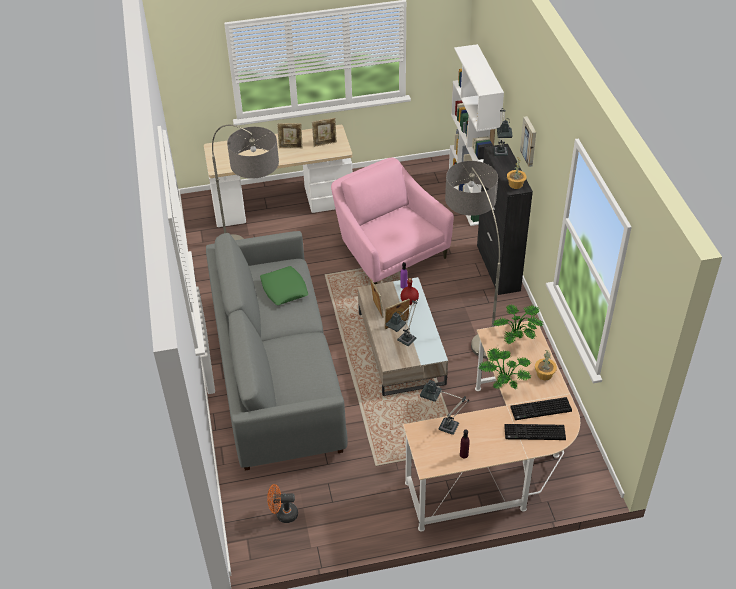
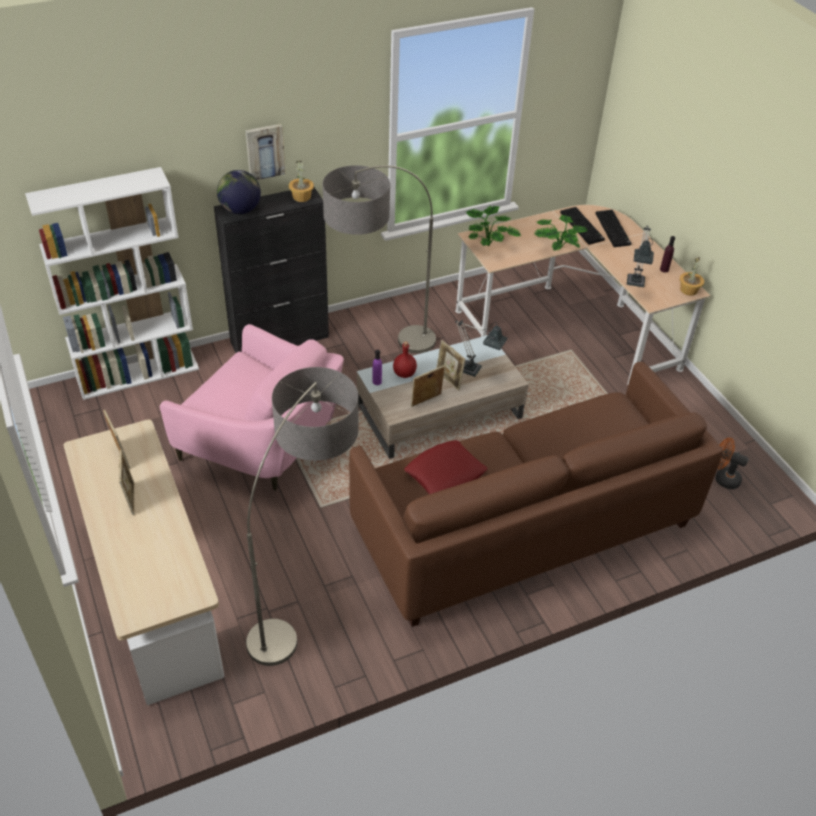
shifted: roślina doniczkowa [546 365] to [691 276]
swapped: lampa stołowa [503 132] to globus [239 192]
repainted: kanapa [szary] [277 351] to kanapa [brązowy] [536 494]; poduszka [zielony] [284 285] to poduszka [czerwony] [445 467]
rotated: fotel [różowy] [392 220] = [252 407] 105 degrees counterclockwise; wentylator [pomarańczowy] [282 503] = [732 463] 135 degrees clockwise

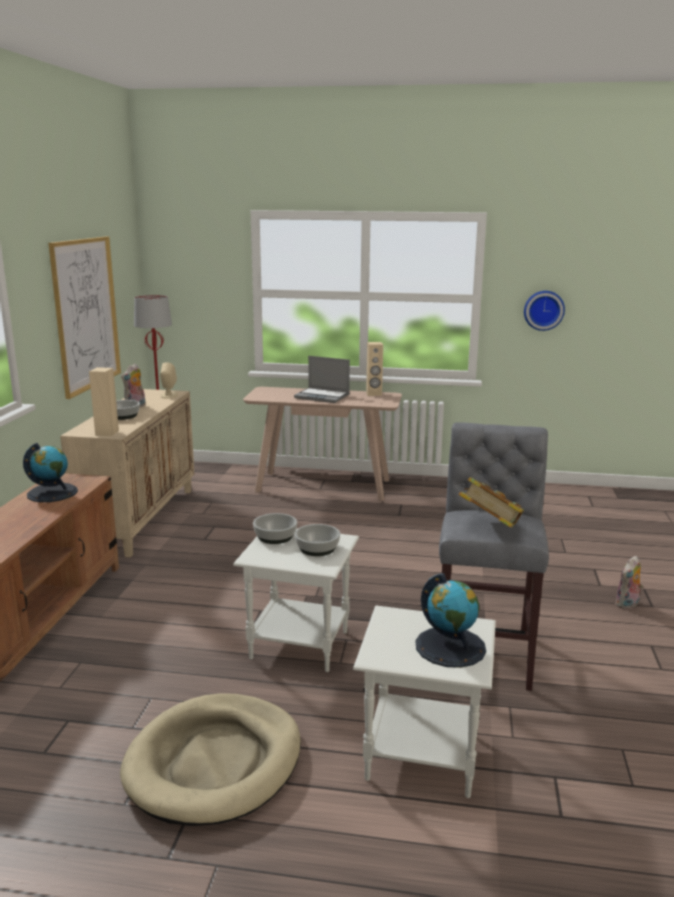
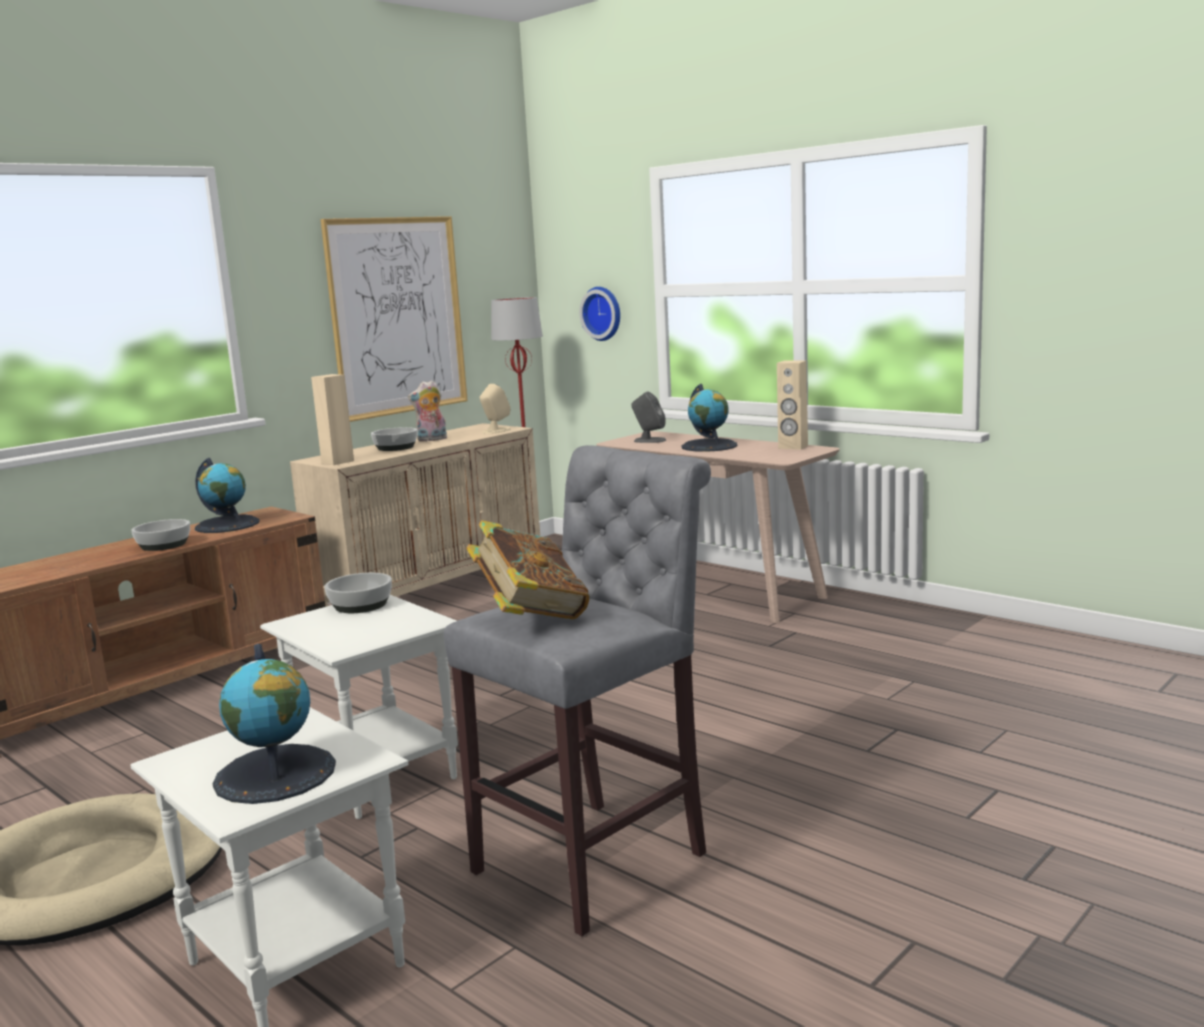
gone: pluszak [629 582]
new: głośnik [szary] [648 417]
shifted: zegar ścienny [544 311] to [599 314]; miska [317 540] to [160 535]
swapped: laptop [322 379] to globus [709 418]

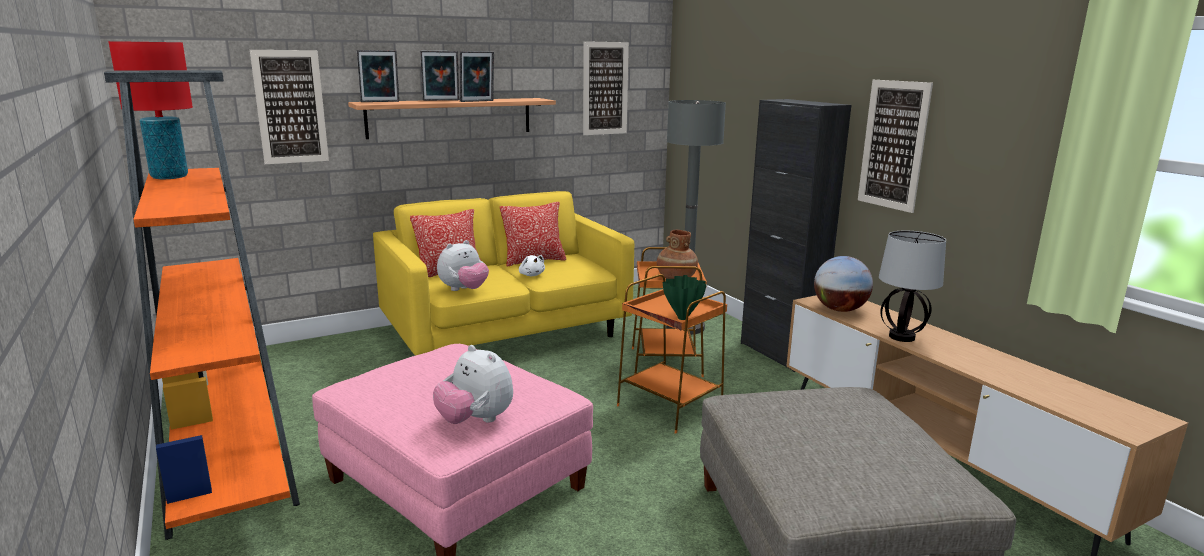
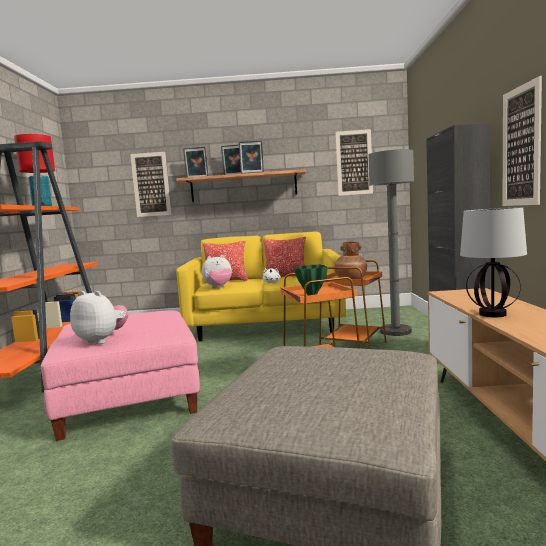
gone: globus [843 284]
rotated: pluszak [473 384] = [99 317] 135 degrees clockwise

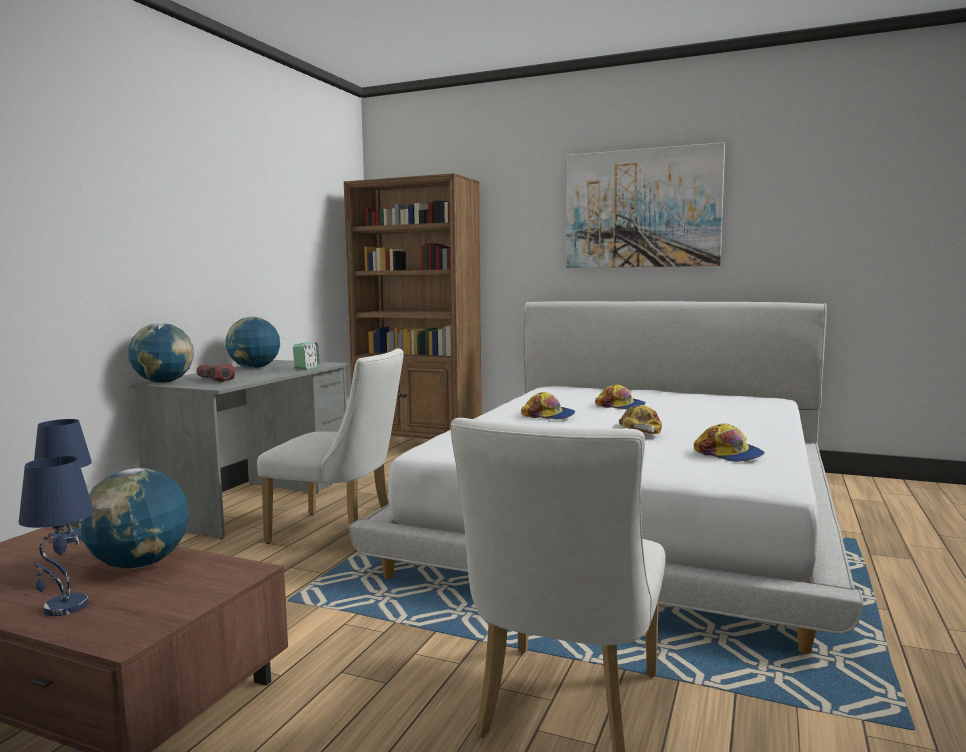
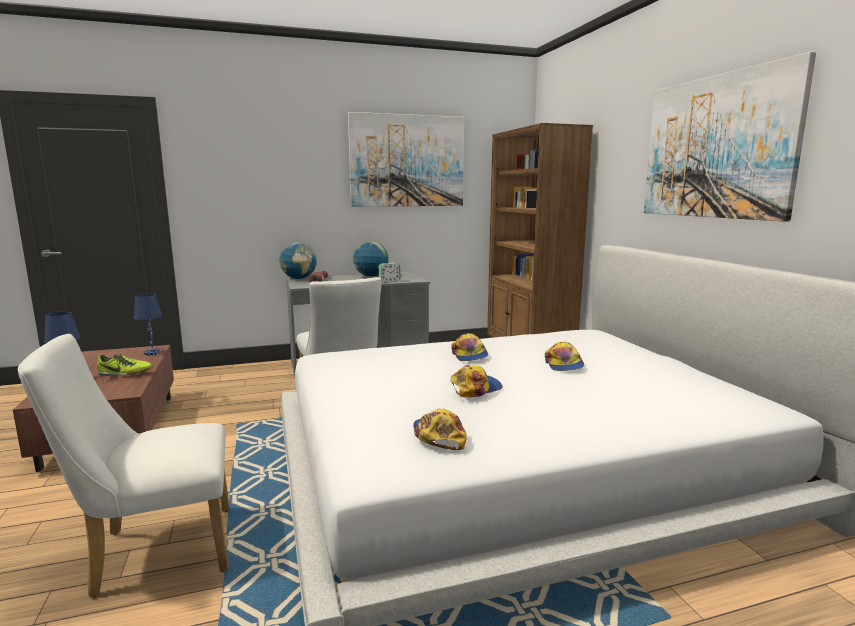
new: obraz [406 159]
swapped: globus [133 518] to but [125 365]
rotated: czapka z daszkiem [729 443] = [440 429] 150 degrees clockwise

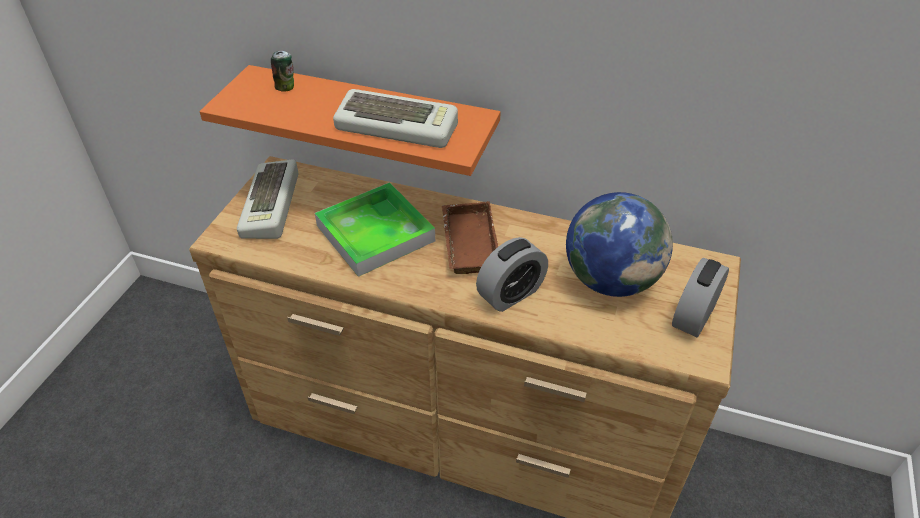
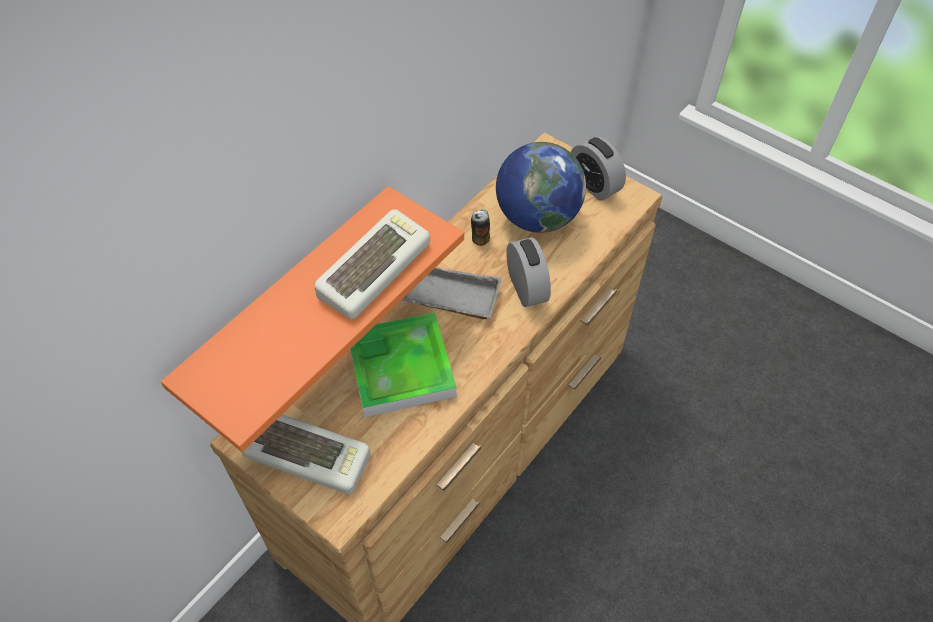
shifted: puszka [282 71] to [480 227]
repainted: taca [brązowy] [470 237] to taca [szary] [451 293]

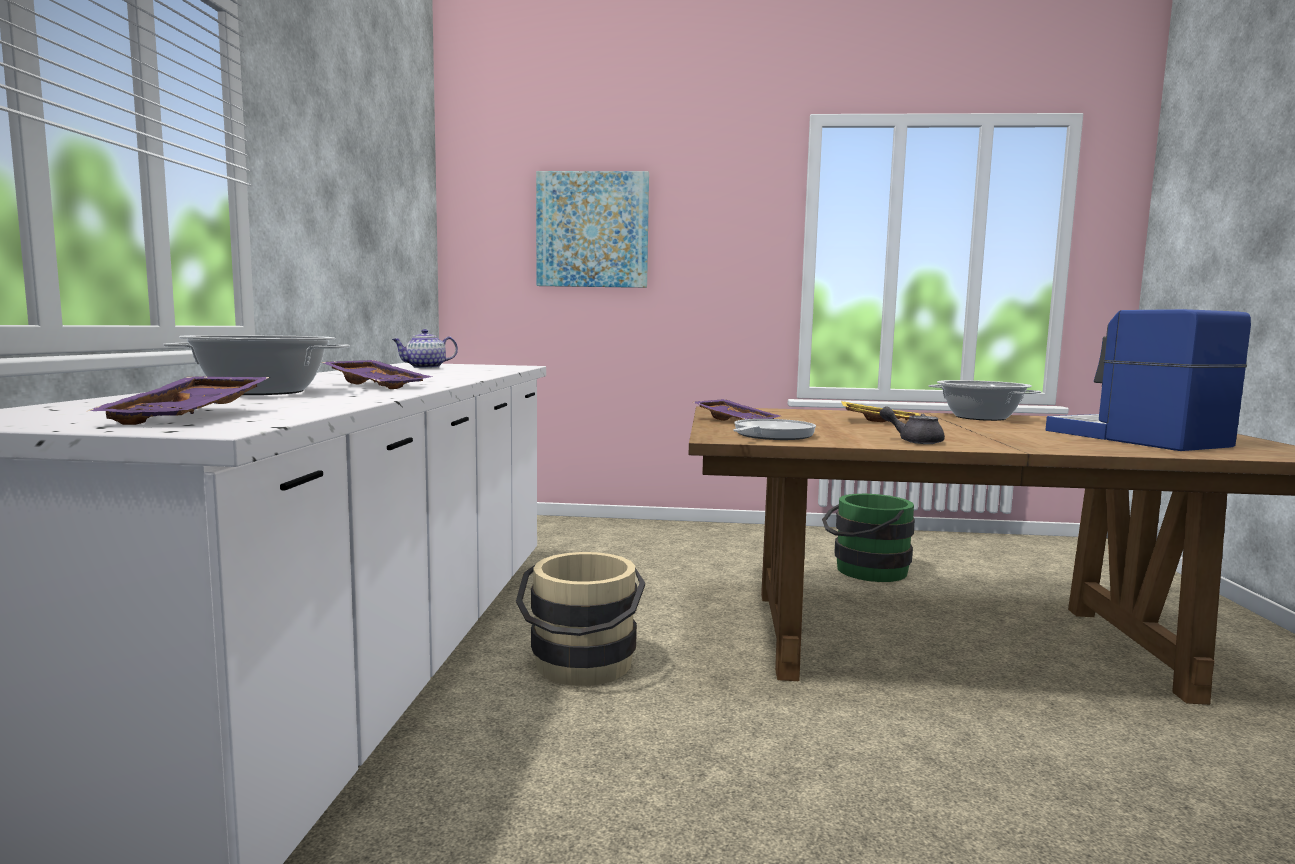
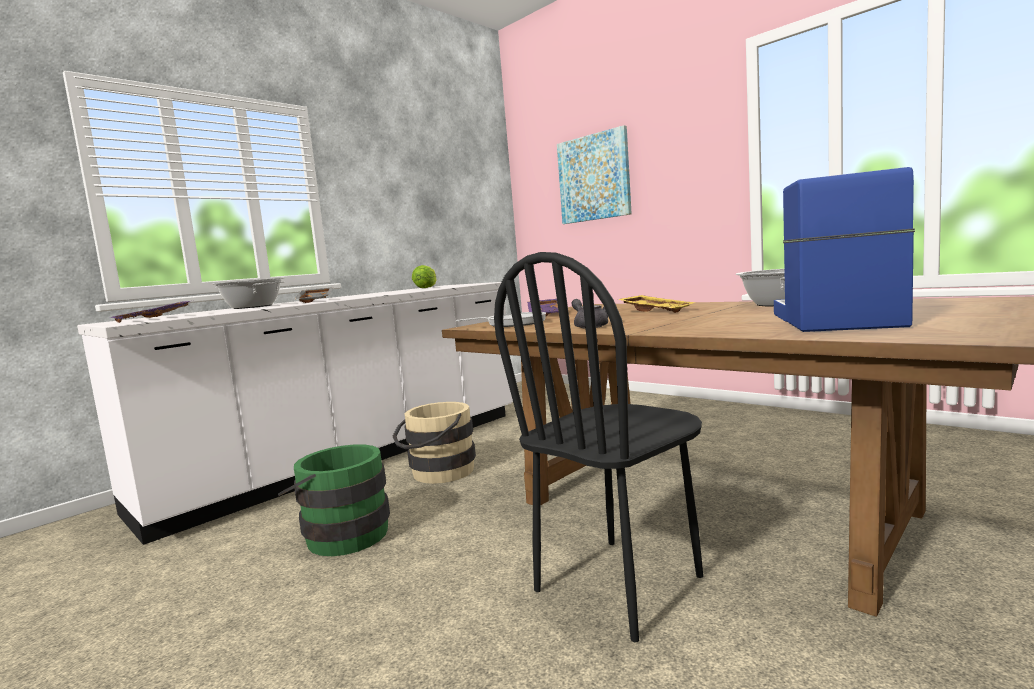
new: krzesło [czarny] [598 447]
shifted: wiadro [zielony] [868 538] to [334 500]
swapped: imbryk [425 348] to sałata [424 276]
repainted: taca [fioletowy] [377 374] to taca [szary] [314 295]

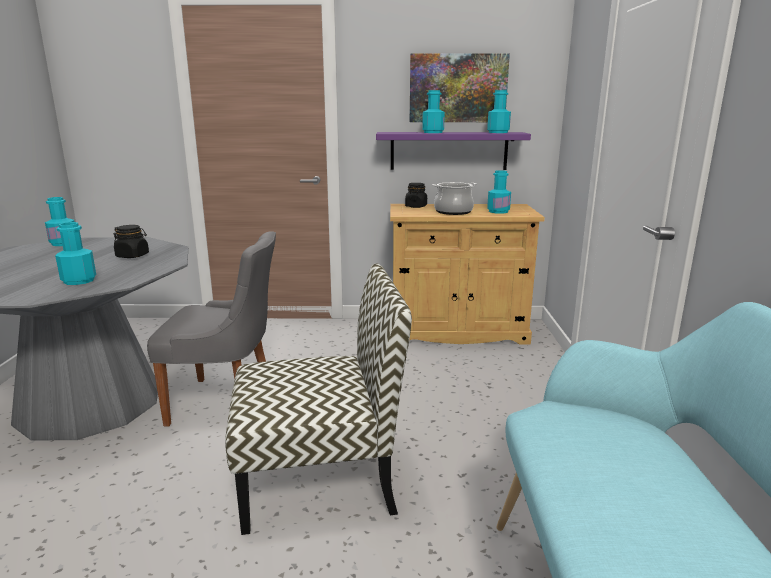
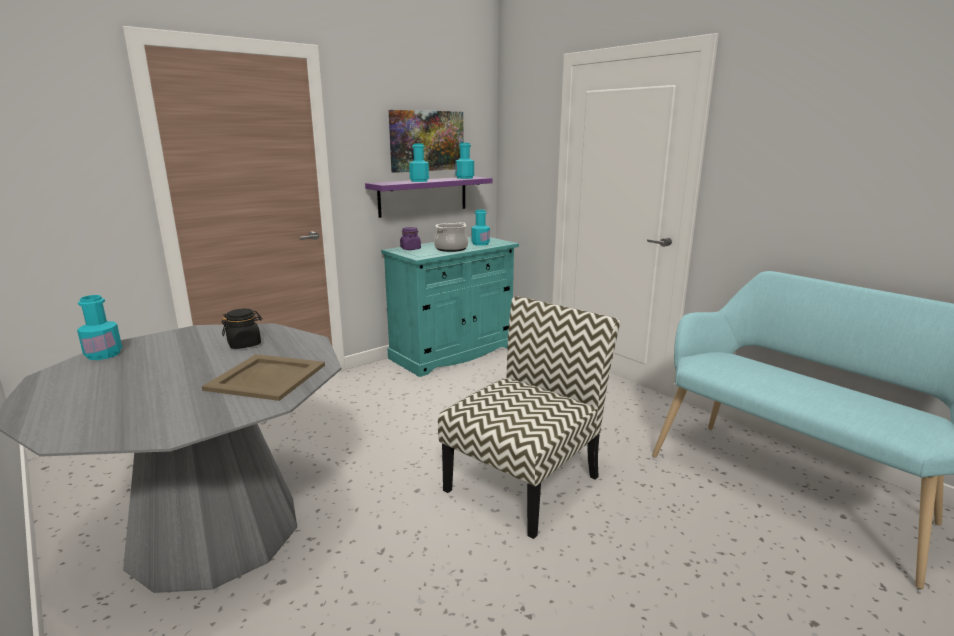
gone: krzesło [szary] [211 329]
swapped: butelka [turkusowy] [75 253] to taca [beżowy] [263 377]
repainted: słoik [czarny] [416 195] to słoik [fioletowy] [410 238]; szafka [beżowy] [467 274] to szafka [turkusowy] [450 307]

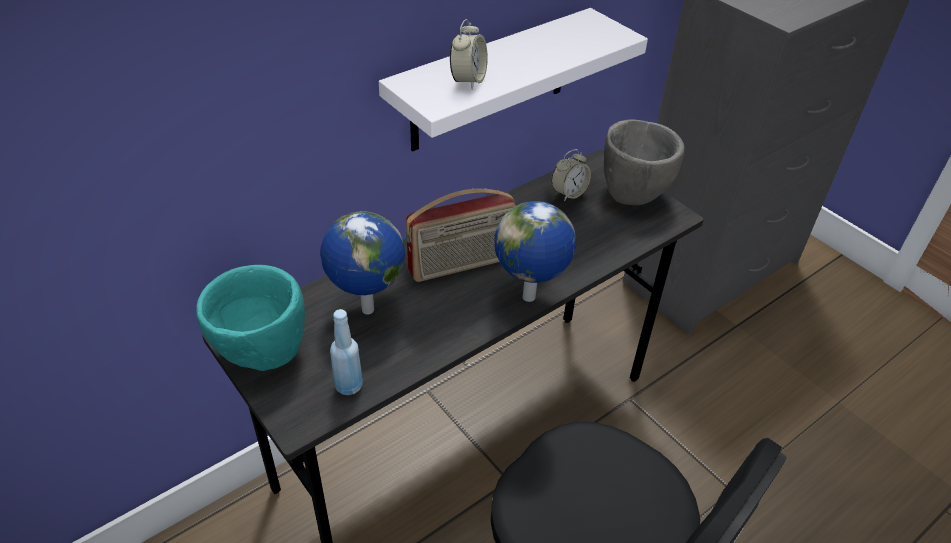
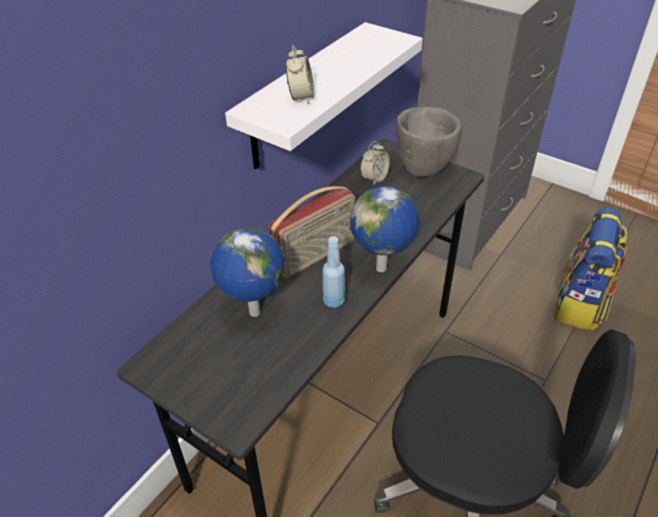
gone: miska [turkusowy] [250 318]
new: plecak [591 269]
shifted: butelka [niebieski] [346 352] to [333 272]

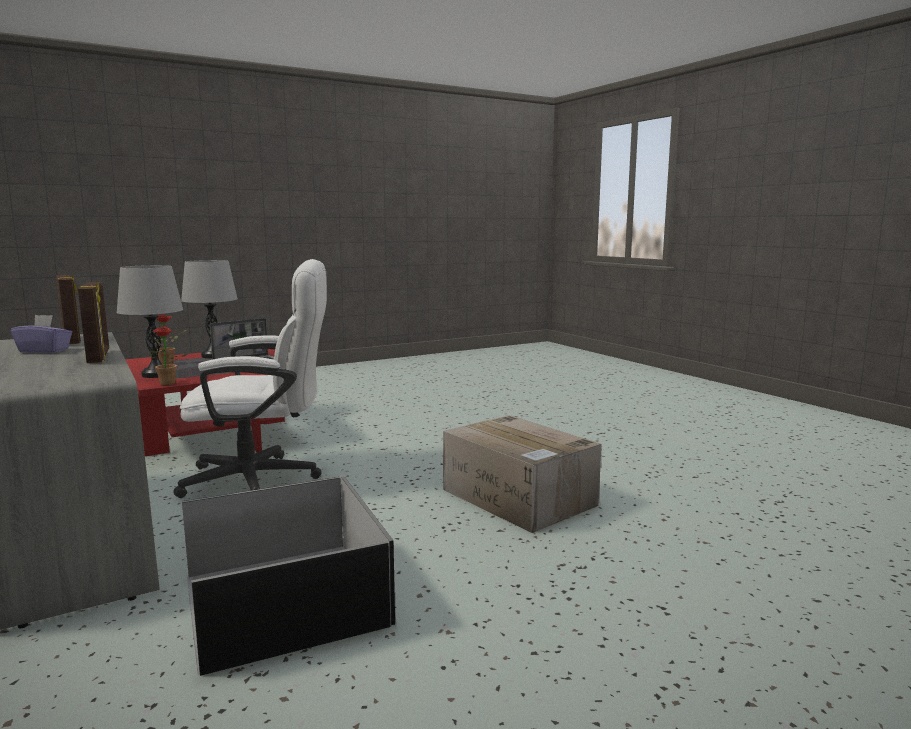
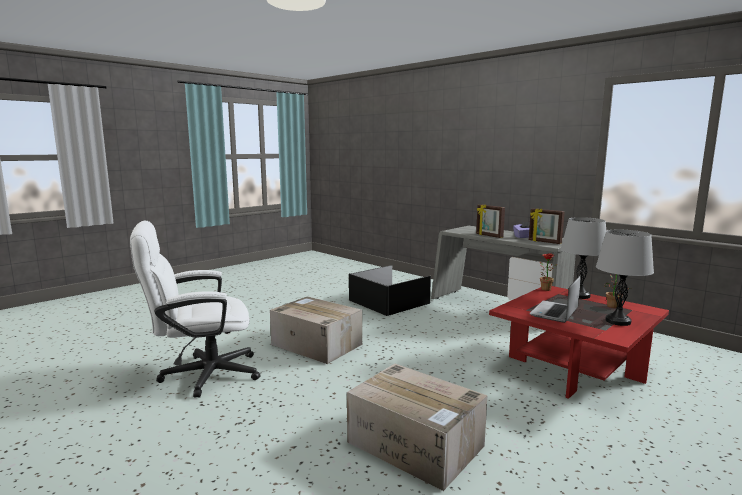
new: karton [417 427]
shifted: krzesło biurowe [biały] [250 378] to [195 309]

